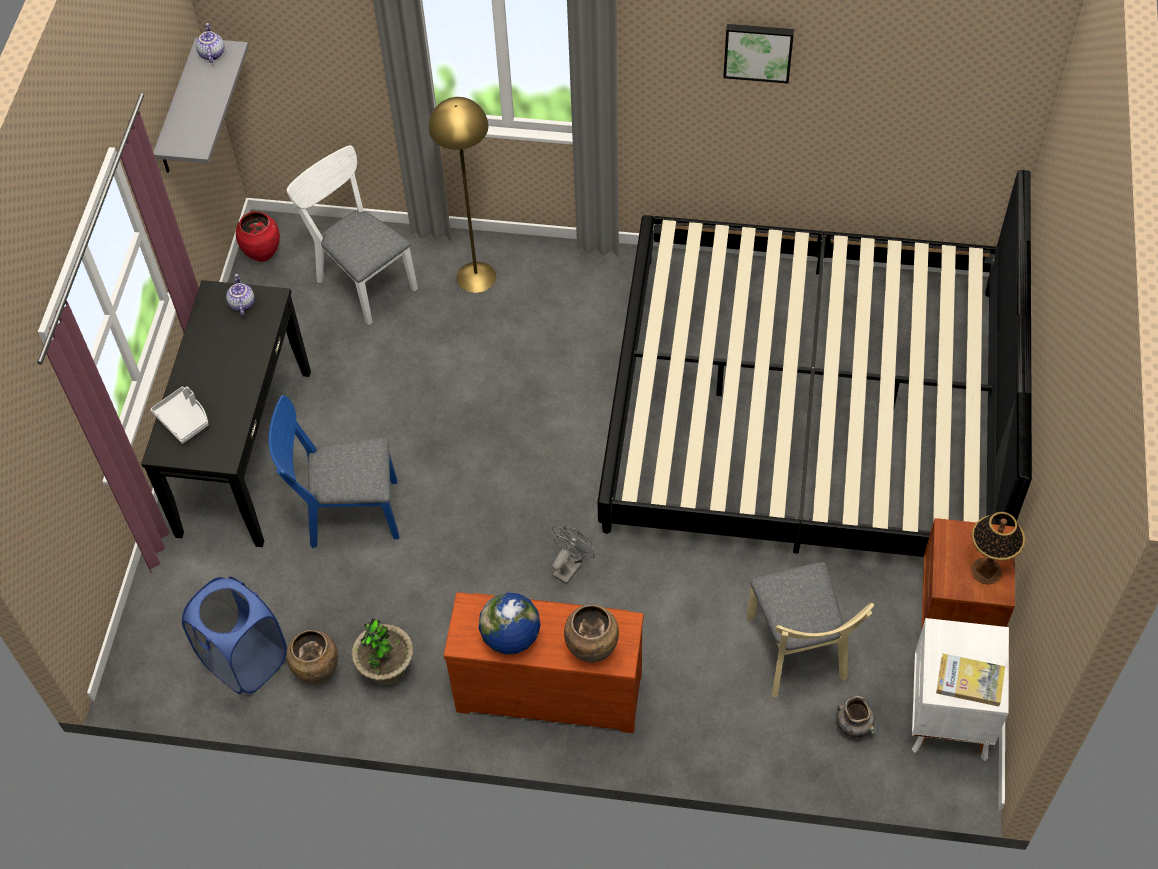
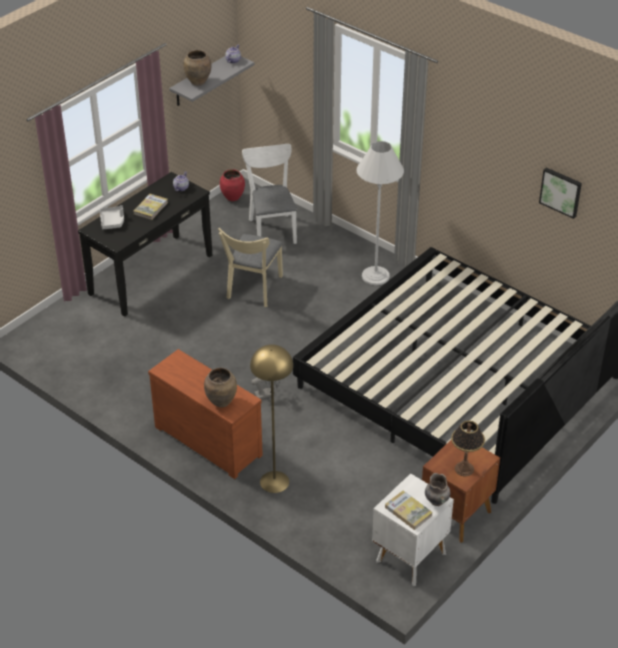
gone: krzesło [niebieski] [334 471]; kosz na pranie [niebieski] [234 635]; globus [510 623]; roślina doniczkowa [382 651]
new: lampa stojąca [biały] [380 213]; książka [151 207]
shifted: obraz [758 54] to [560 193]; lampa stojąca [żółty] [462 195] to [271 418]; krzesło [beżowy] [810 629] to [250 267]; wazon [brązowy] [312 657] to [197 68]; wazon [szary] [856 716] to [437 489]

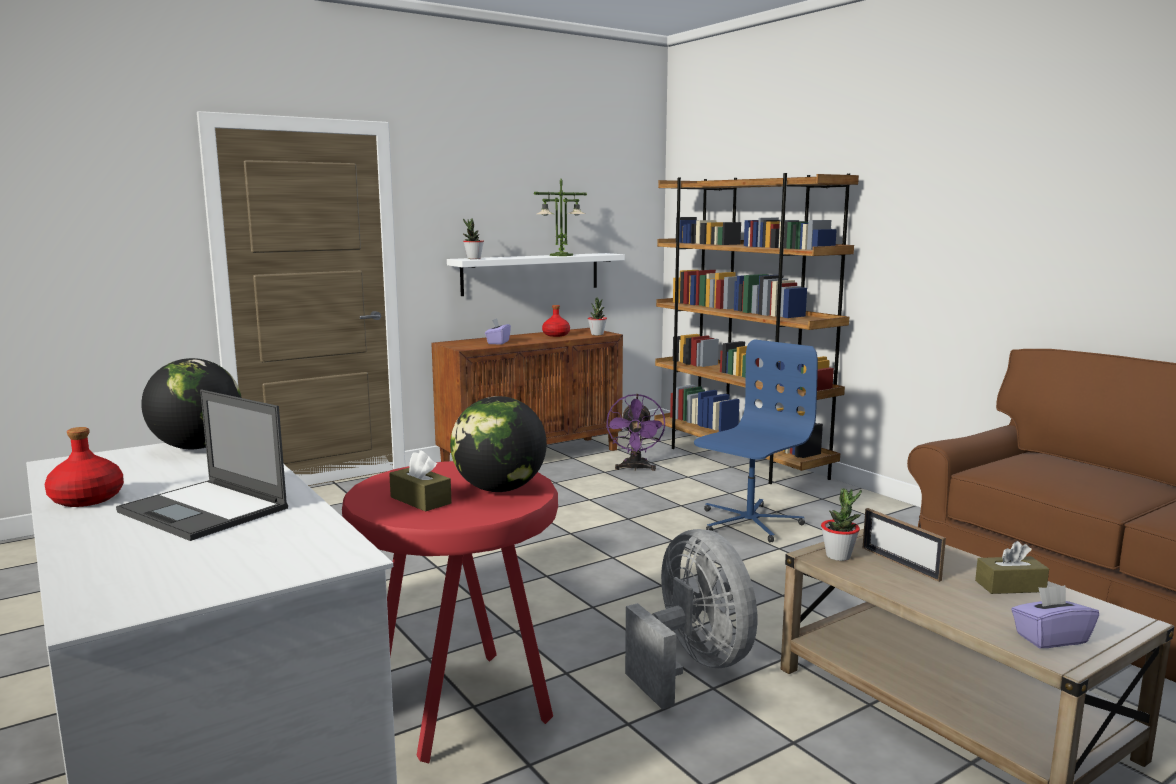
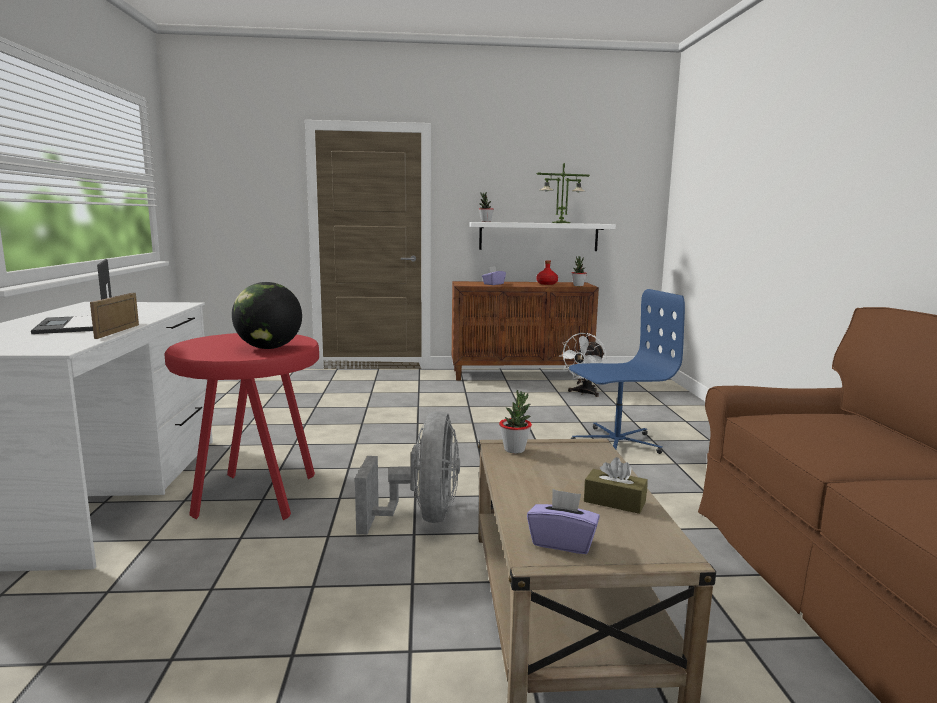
gone: regał [brązowy] [756 328]; globus [191 403]; butelka [czerwony] [84 467]; pudełko chusteczek [brązowy] [420 481]
shifted: ramka na zdjęcie [904 545] to [114 316]
repainted: wentylator [fioletowy] [635 432] to wentylator [biały] [583 365]

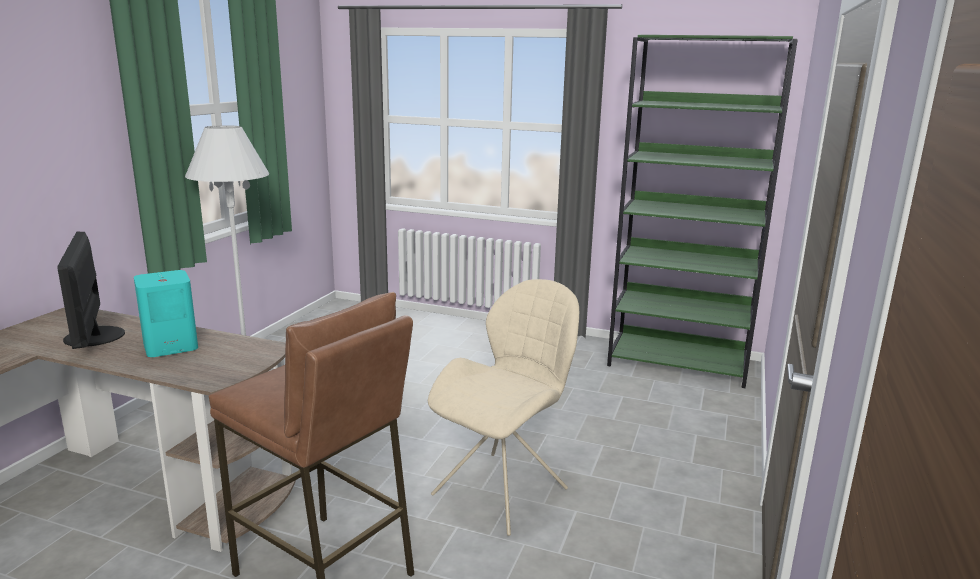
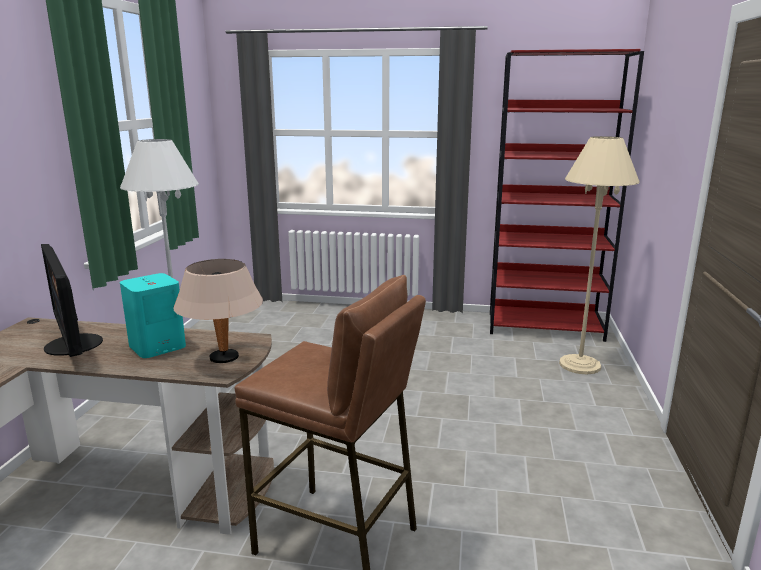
gone: krzesło [beżowy] [503 407]
new: lampa stojąca [beżowy] [599 255]; lampa stołowa [beżowy] [218 311]
repainted: regał [zielony] [702 211] to regał [czerwony] [567 195]

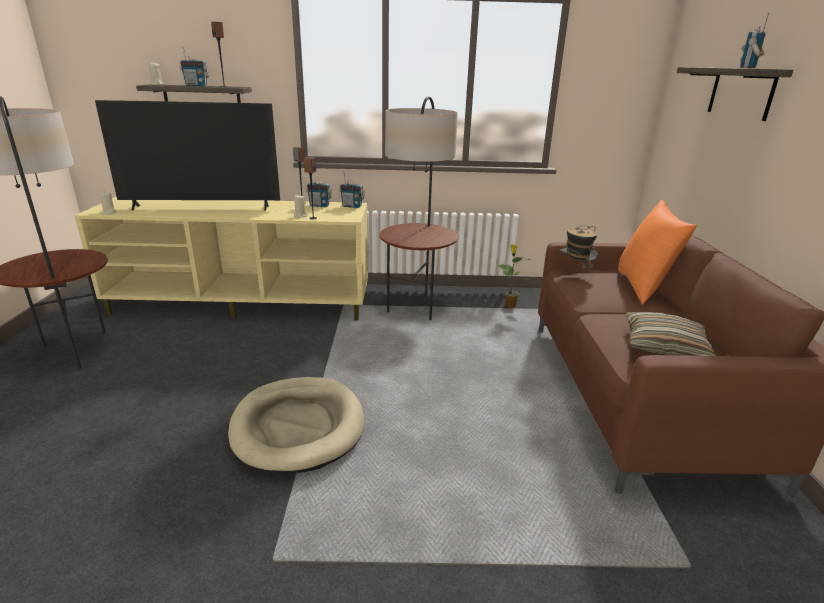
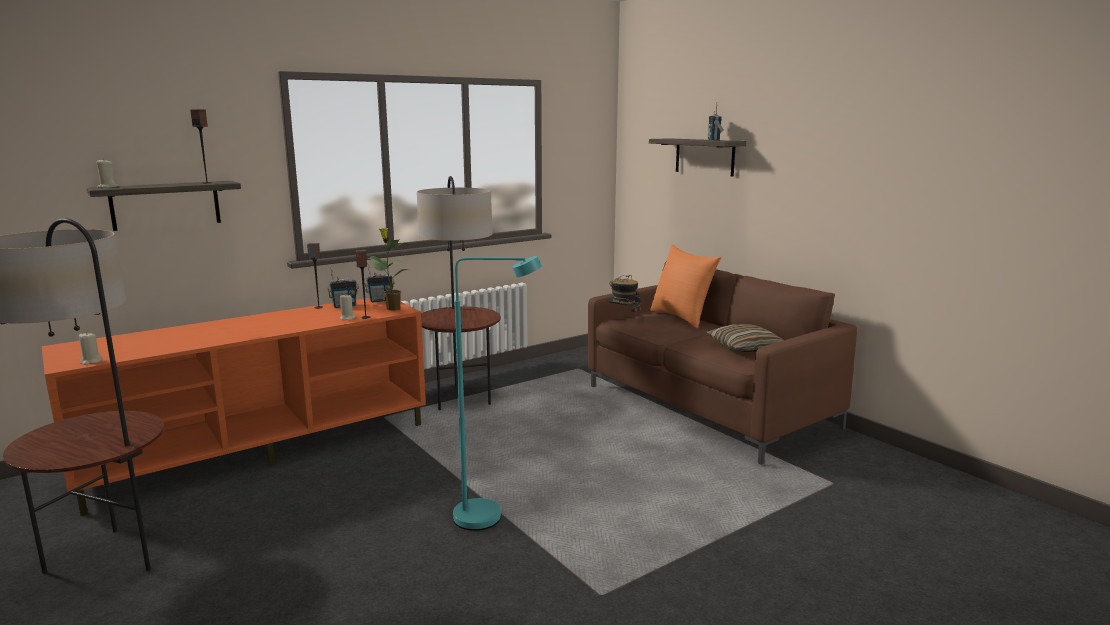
gone: radio [194 66]; telewizor [187 155]
shifted: roślina doniczkowa [514 276] to [388 269]
swapped: legowisko [beżowy] [296 425] to lampa stojąca [turkusowy] [497 393]
repainted: szafka pod telewizor [beżowy] [221 258] to szafka pod telewizor [pomarańczowy] [234 407]

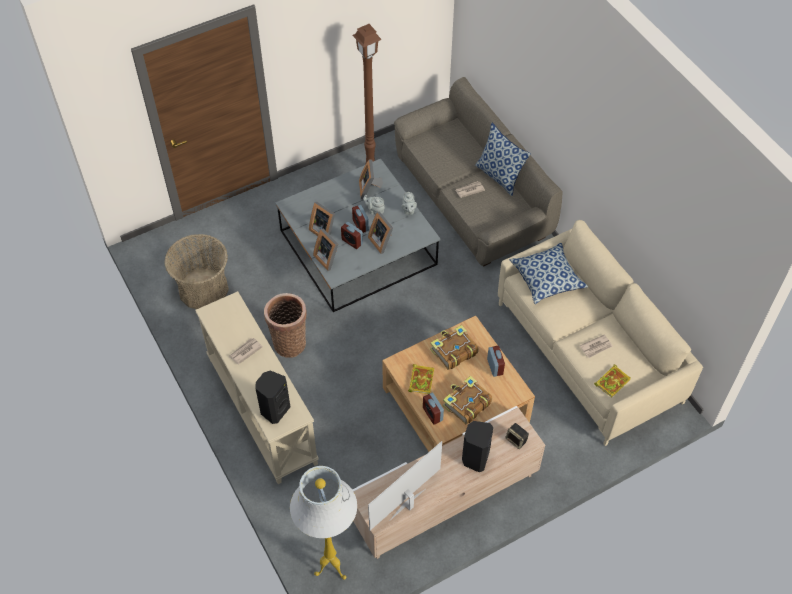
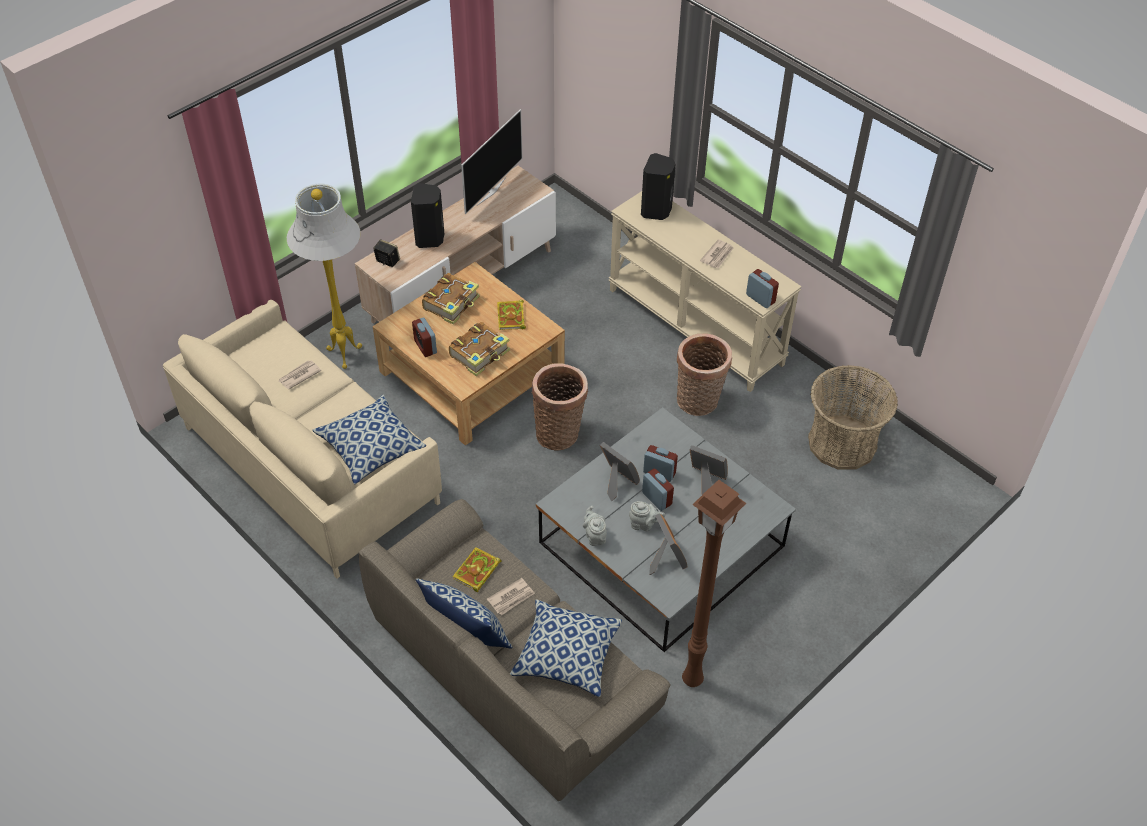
gone: ramka na zdjęcie [325 250]
new: koszyk [560 407]; poduszka [566 648]
shifted: książka [612 381] to [477 569]; budzik [433 409] to [762 288]; lampa stojąca [biały] [323 523] to [324 276]

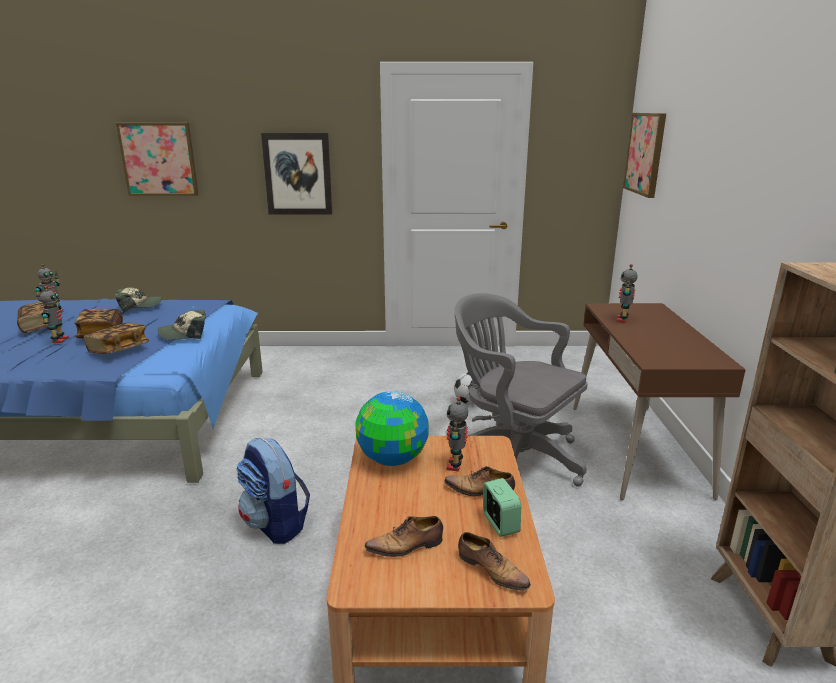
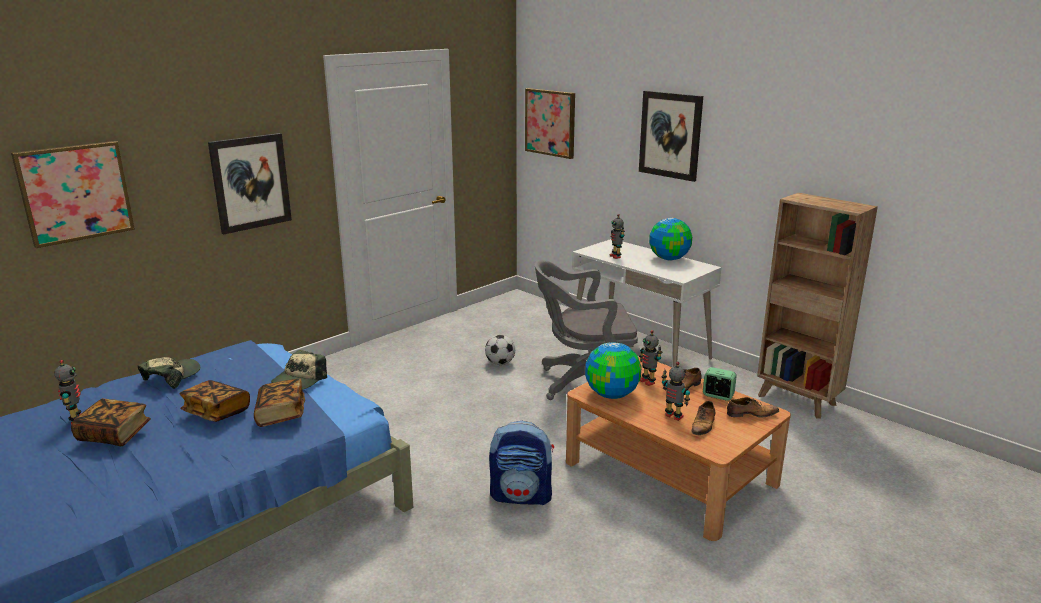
new: obraz [671 136]; globus [670 239]
shifted: robot zabawkowy [54 314] to [676 391]
repainted: biurko [brązowy] [659 401] to biurko [biały] [647 303]

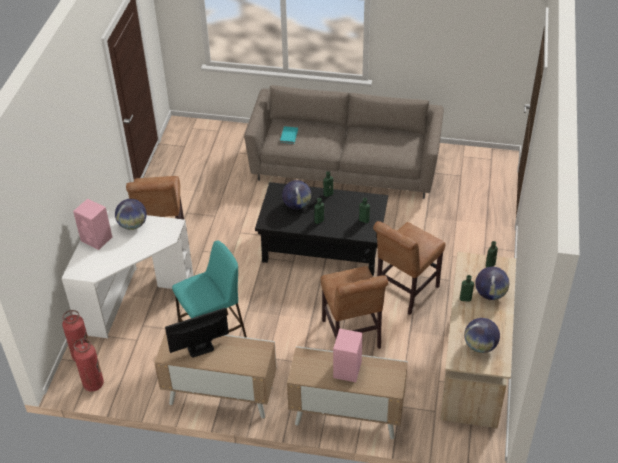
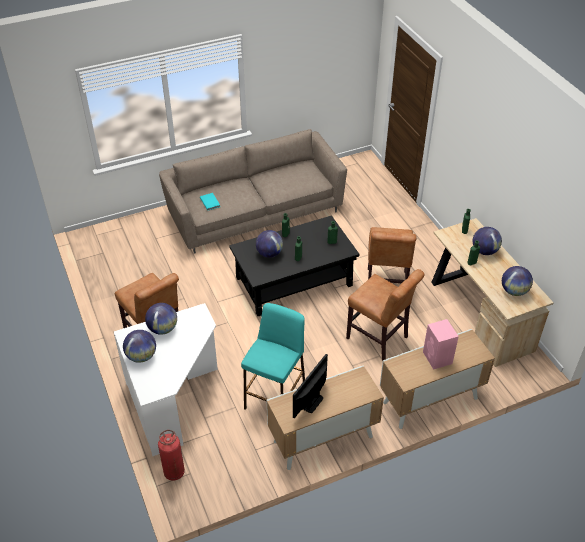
gone: gaśnica [88 365]
swapped: głośnik [różowy] [92 224] to globus [139 346]

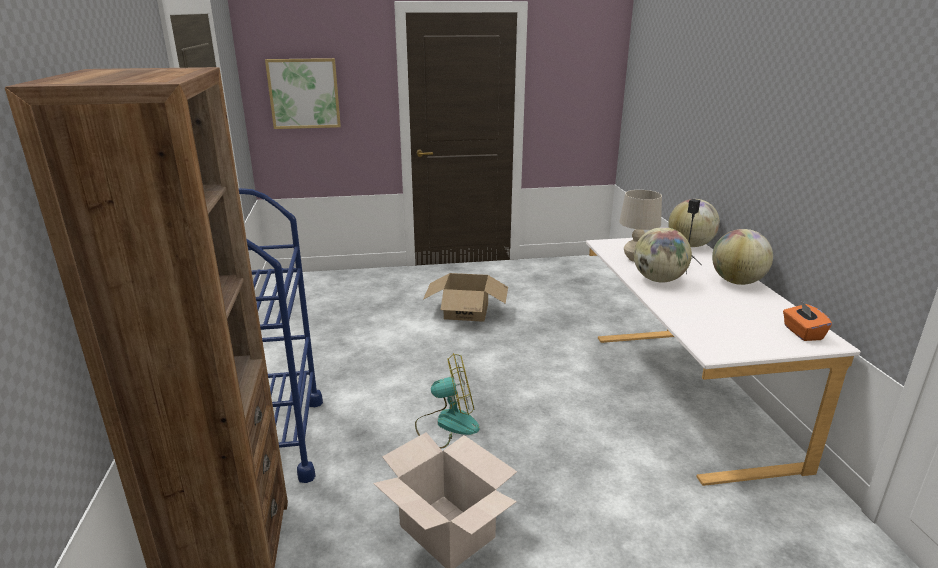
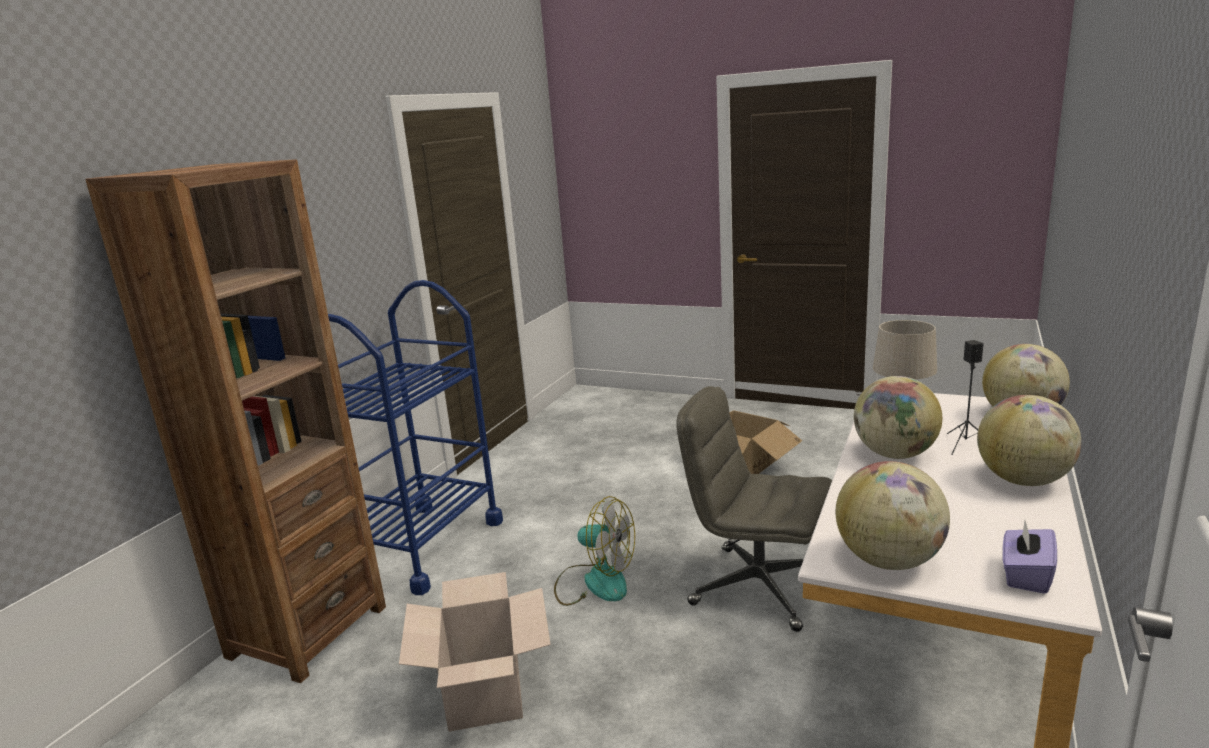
gone: obraz [303 93]
new: krzesło biurowe [szary] [754 509]; globus [893 515]
repainted: pudełko chusteczek [pomarańczowy] [807 321] to pudełko chusteczek [fioletowy] [1029 557]

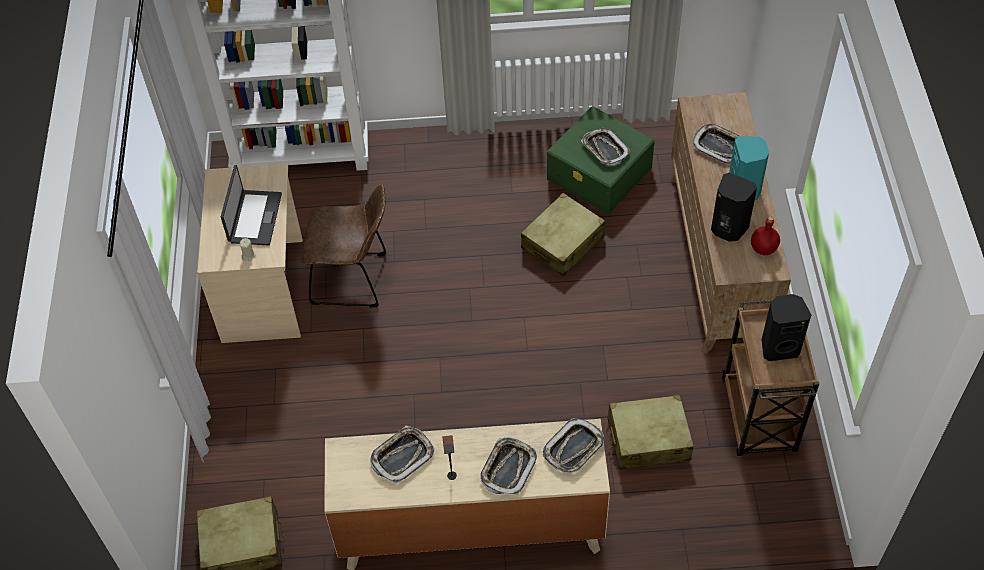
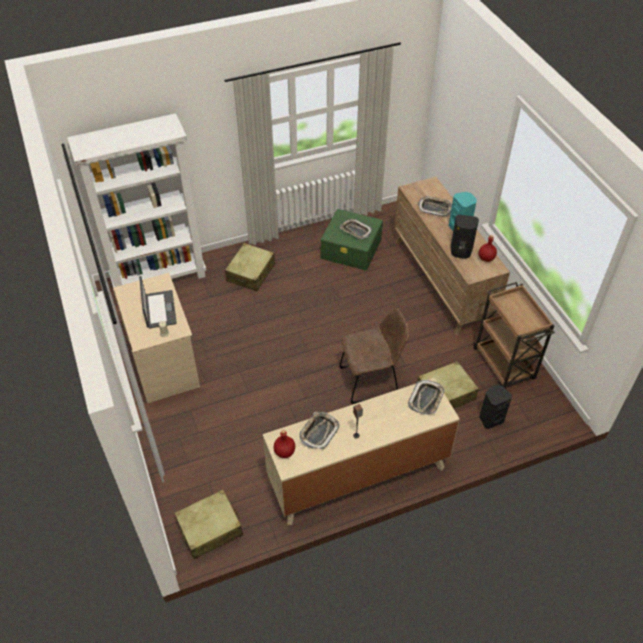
gone: taca [508 466]
new: butelka [czerwony] [284 444]
shifted: krzesło [brązowy] [344 246] to [374 356]; walizka [beżowy] [563 234] to [250 267]; głośnik [czarny] [786 327] to [495 407]

